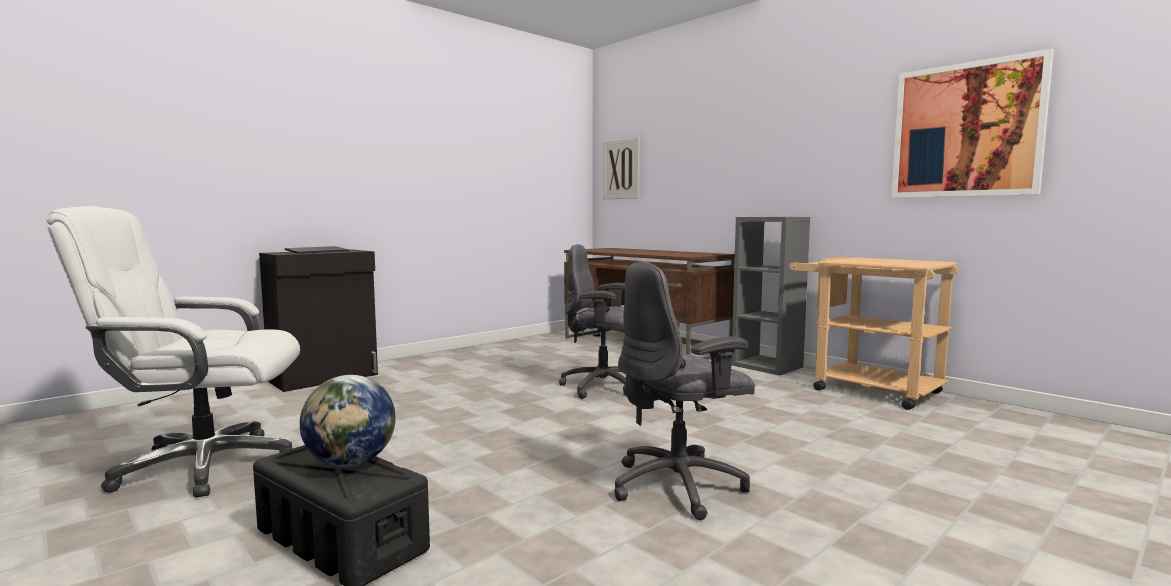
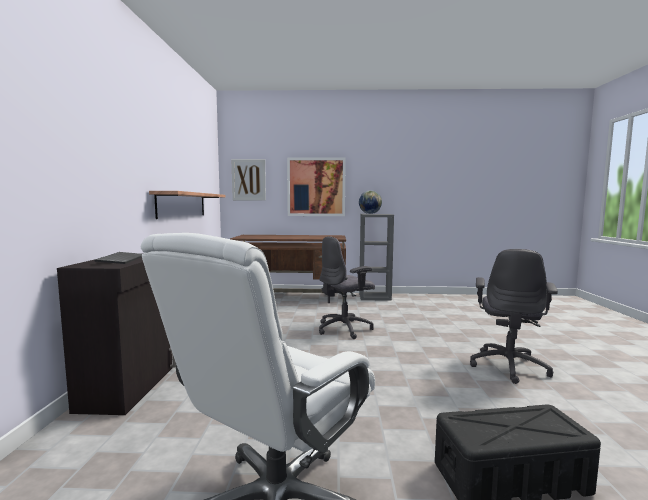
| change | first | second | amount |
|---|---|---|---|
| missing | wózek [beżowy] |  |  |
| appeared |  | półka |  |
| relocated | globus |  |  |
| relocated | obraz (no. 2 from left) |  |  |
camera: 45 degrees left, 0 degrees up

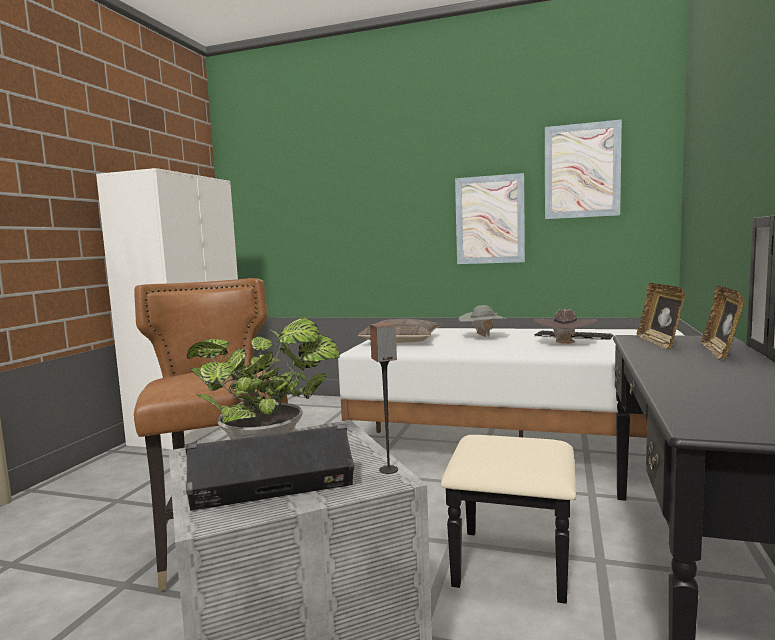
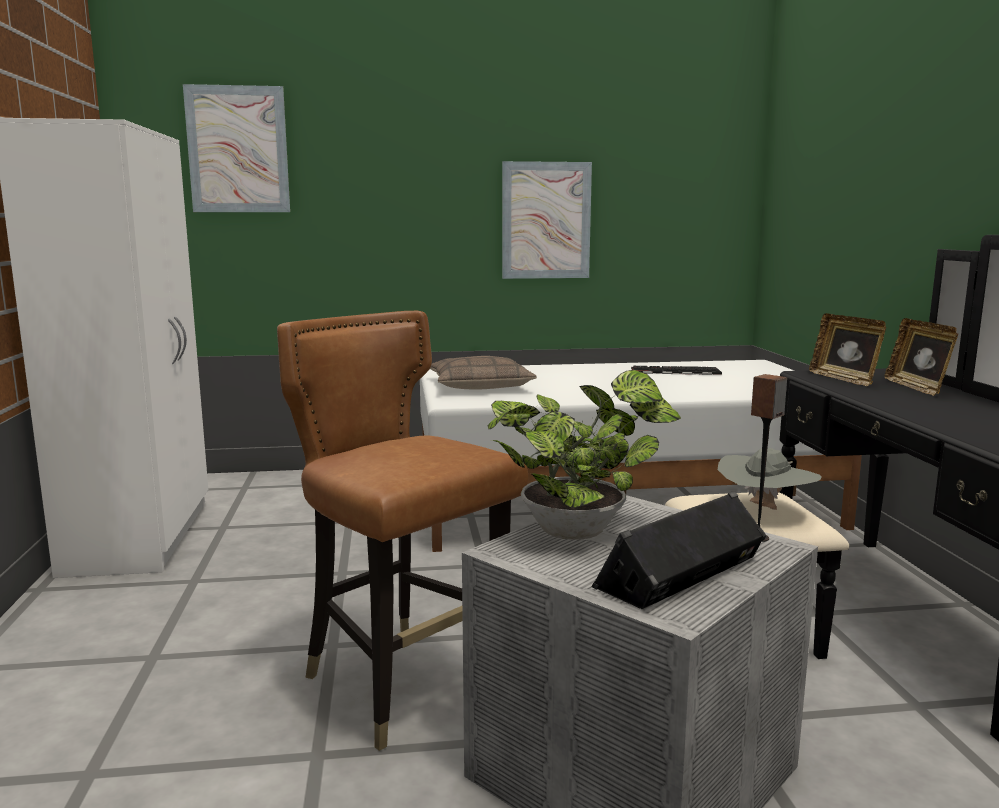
| change | first | second | amount |
|---|---|---|---|
| missing | kapelusz [brązowy] |  |  |
| relocated | kapelusz [szary] |  |  |
| relocated | obraz (no. 2 from left in the first image) | obraz (no. 1 from left) |  |
camera: 25 degrees left, 5 degrees up

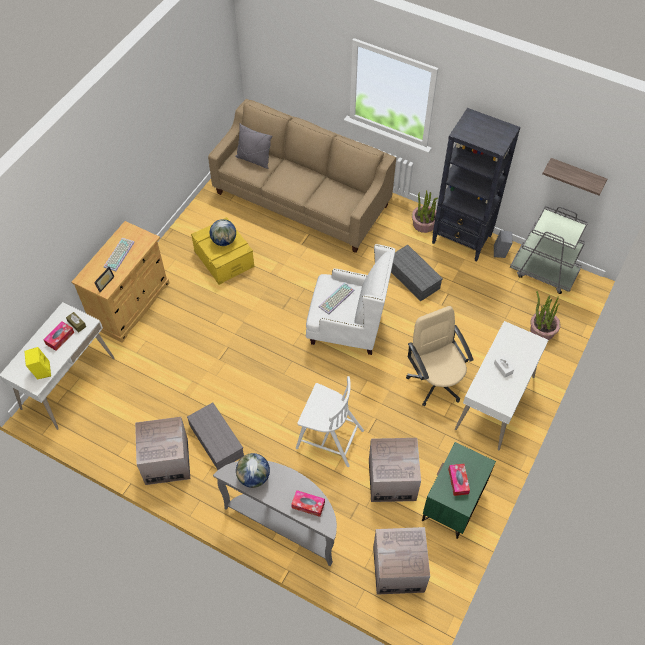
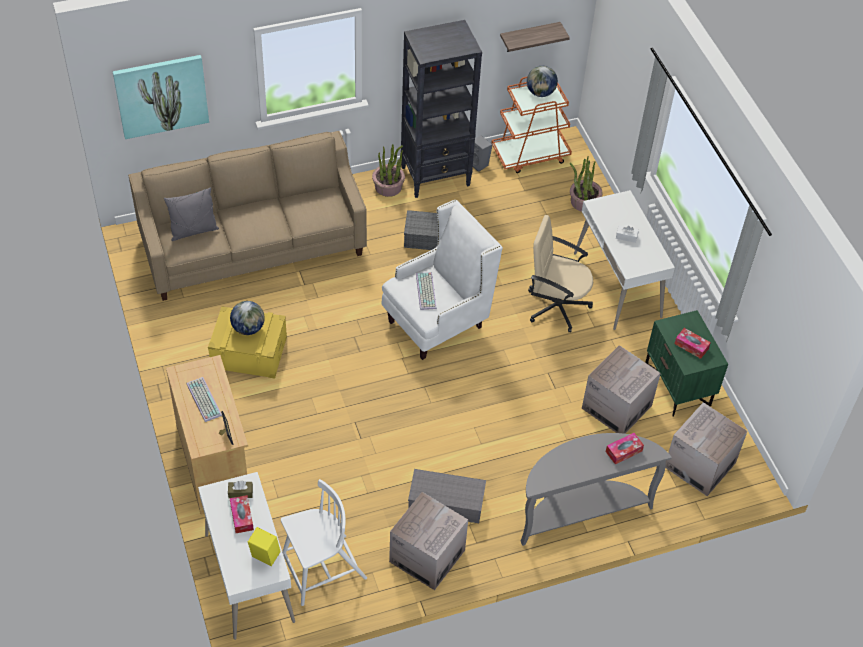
| change | first | second | amount |
|---|---|---|---|
| appeared |  | obraz |  |
| relocated | globus (no. 2 from left) |  |  |
| relocated | krzesło [biały] |  |  |
| colour | wózek [szary] | wózek [pomarańczowy] |  |
camera: 50 degrees left, 5 degrees down

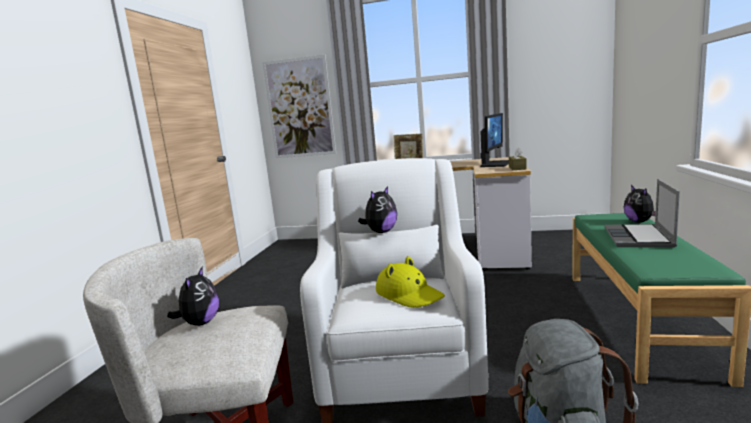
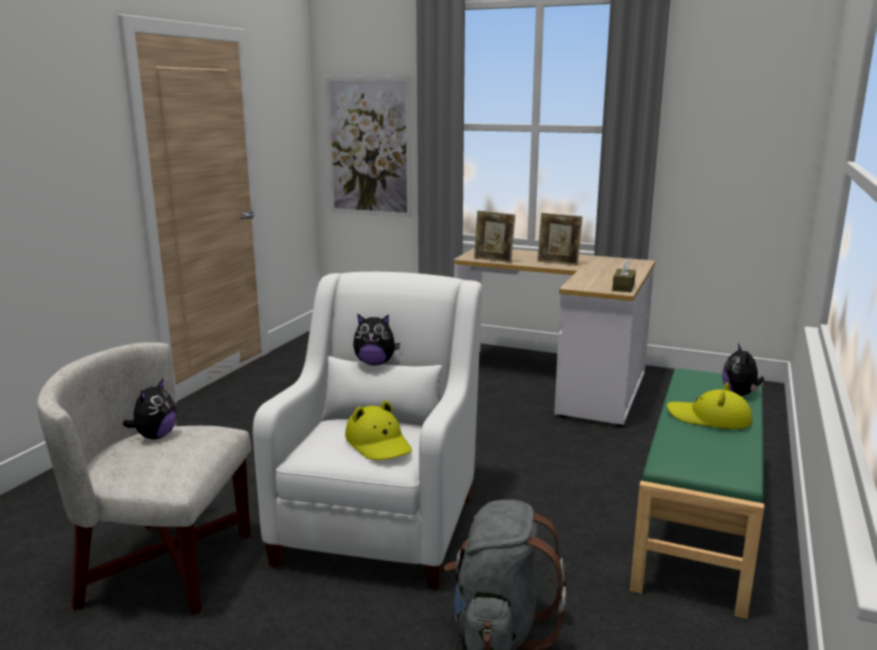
| change | first | second | amount |
|---|---|---|---|
| missing | monitor |  |  |
| appeared |  | ramka na zdjęcie (no. 2 from left) |  |
| exchanged | laptop | kapelusz [żółty] (no. 2 from left) |  |
| spun | pluszak (no. 2 from left) |  | 45 degrees clockwise |
camera: 10 degrees right, 5 degrees up

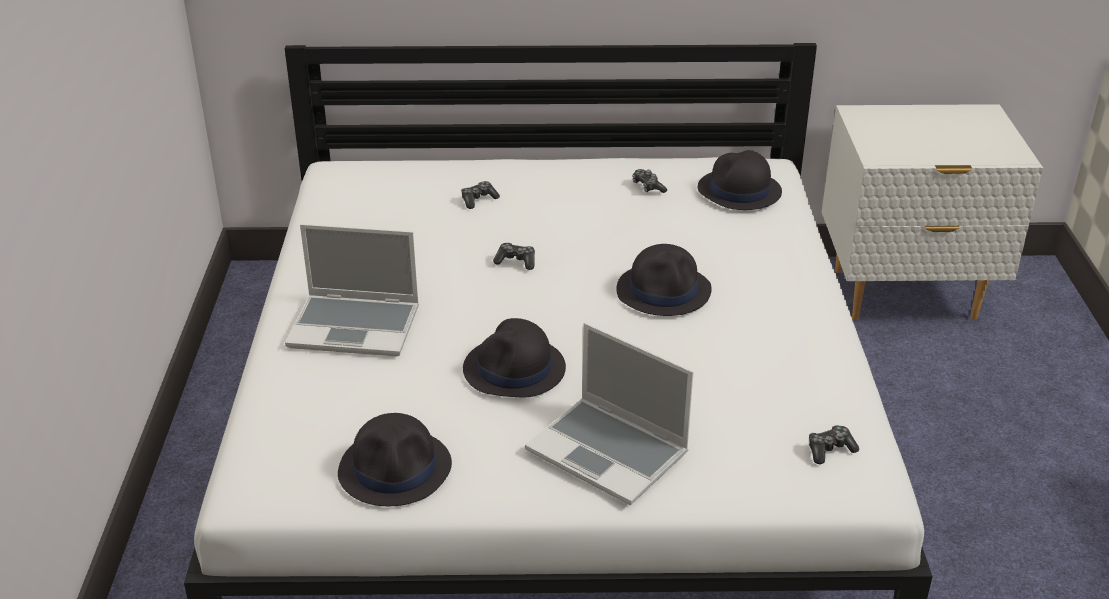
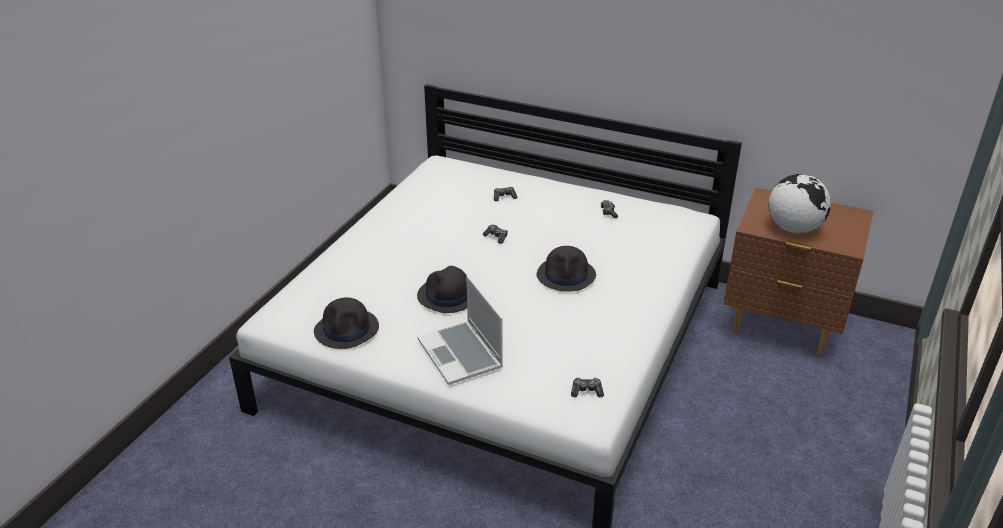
| change | first | second | amount |
|---|---|---|---|
| missing | laptop (no. 1 from left) |  |  |
| missing | kapelusz [czarny] (no. 4 from left) |  |  |
| appeared |  | globus |  |
| colour | szafka nocna [biały] | szafka nocna [brązowy] |  |
camera: 25 degrees right, 0 degrees up

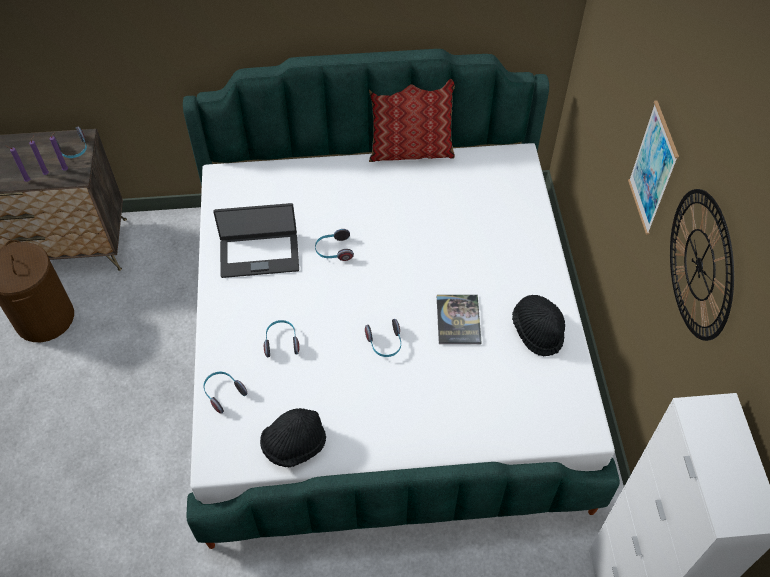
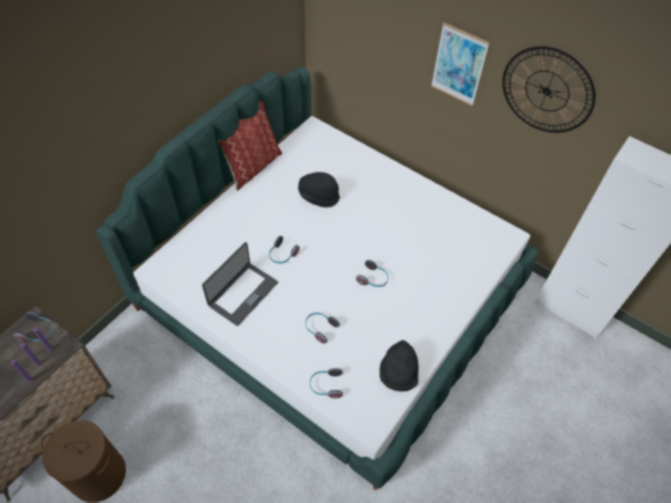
| change | first | second | amount |
|---|---|---|---|
| missing | książka |  |  |
| relocated | kapelusz [czarny] (no. 2 from left in the first image) | kapelusz [czarny] (no. 1 from left) |  |
camera: 50 degrees left, 0 degrees up

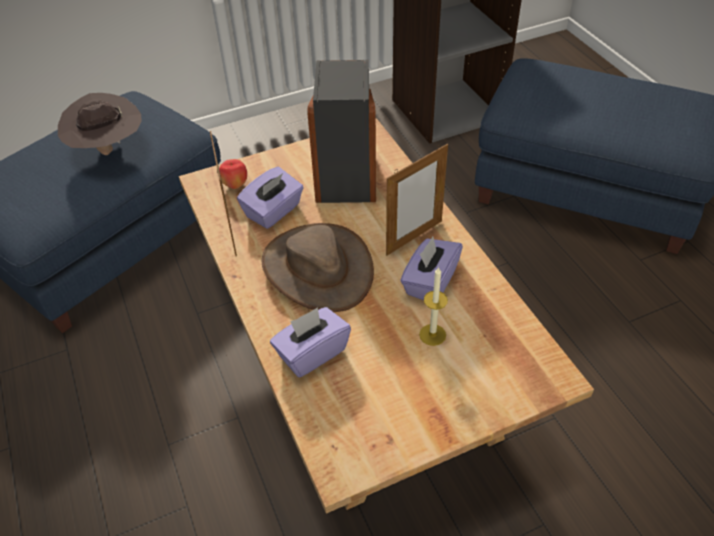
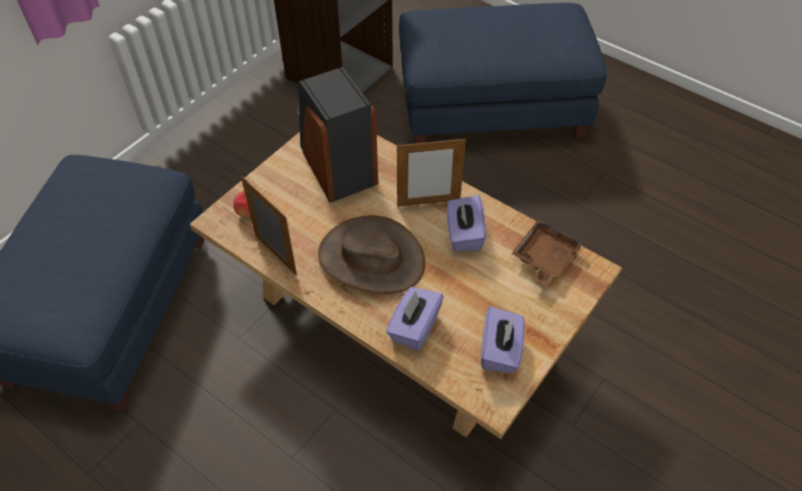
| change | first | second | amount |
|---|---|---|---|
| missing | kapelusz [brązowy] (no. 1 from left) |  |  |
| missing | świeca |  |  |
| appeared |  | taca [brązowy] |  |
| relocated | pudełko chusteczek [fioletowy] (no. 1 from left in the first image) | pudełko chusteczek [fioletowy] (no. 3 from left) |  |
| spun | ramka na zdjęcie (no. 2 from left) |  | 60 degrees clockwise |
camera: 30 degrees left, 5 degrees up

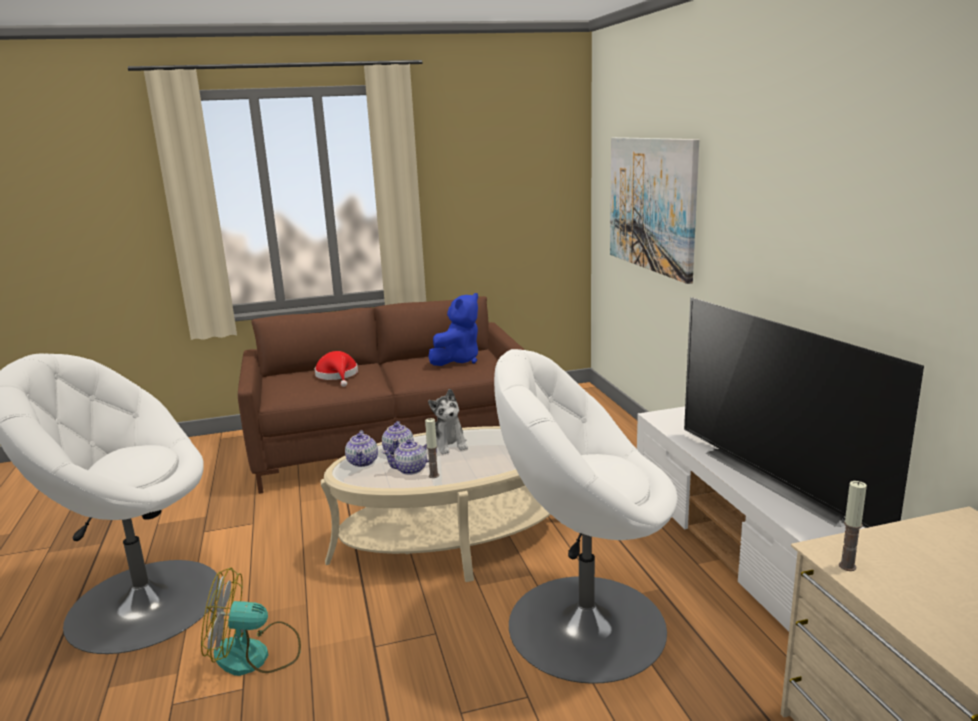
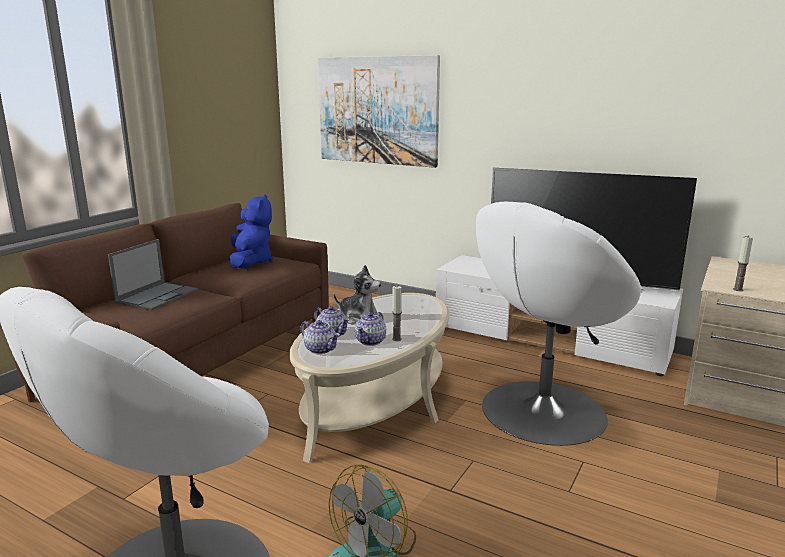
| change | first | second | amount |
|---|---|---|---|
| exchanged | kapelusz [czerwony] | laptop |  |
camera: 45 degrees left, 0 degrees up

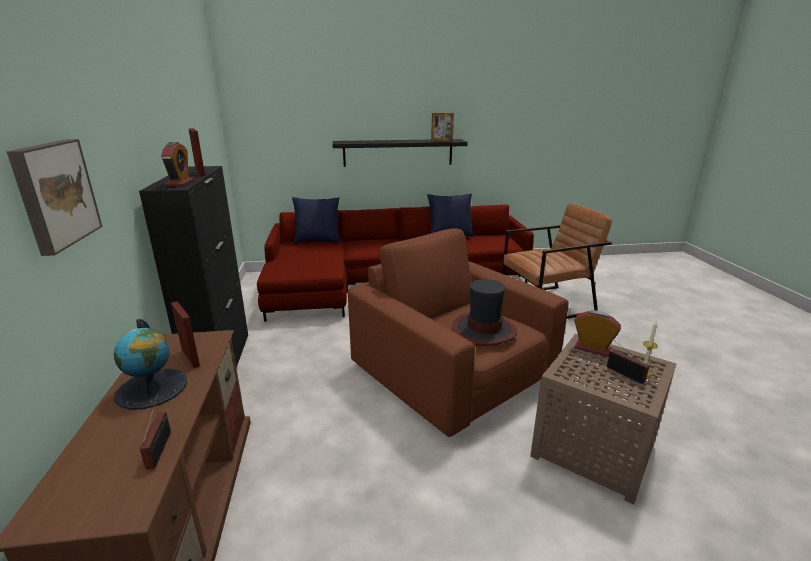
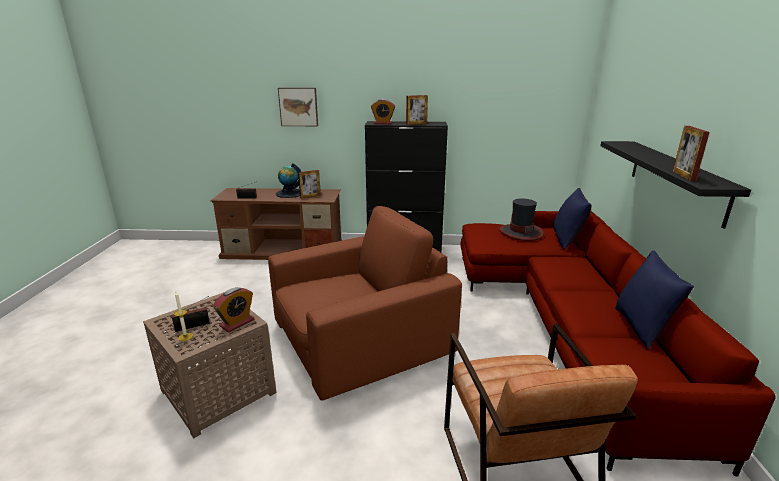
| change | first | second | amount |
|---|---|---|---|
| relocated | kapelusz |  |  |
camera: 100 degrees right, 0 degrees up

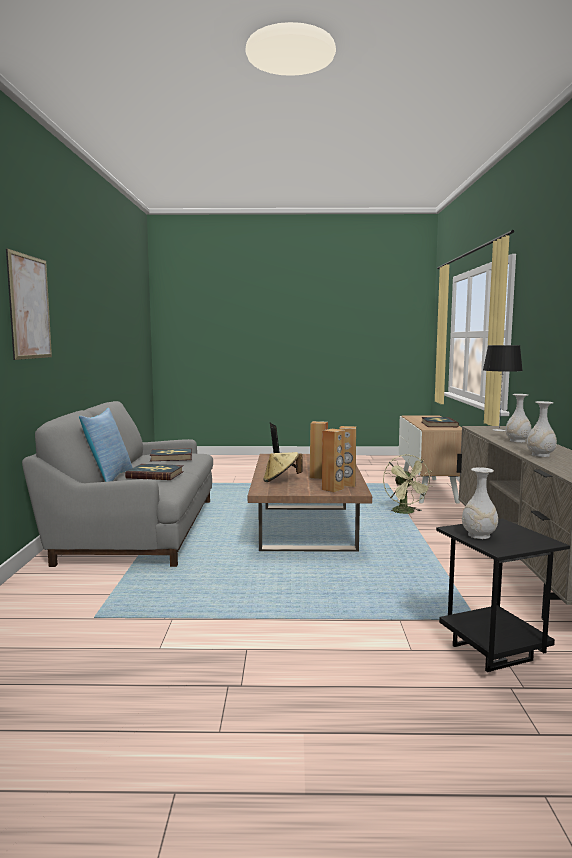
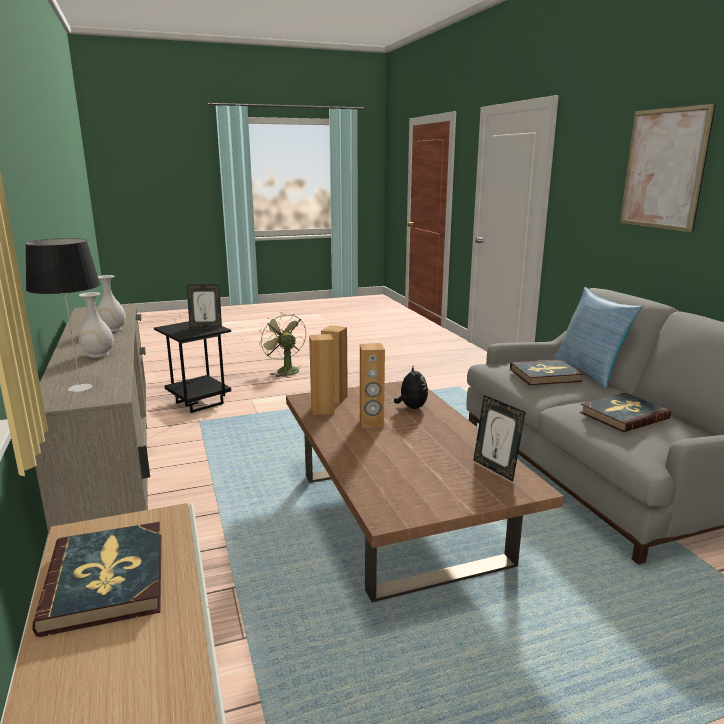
| change | first | second | amount |
|---|---|---|---|
| relocated | wentylator [zielony] |  |  |
| exchanged | kapelusz [beżowy] | pluszak |  |
| exchanged | wazon [biały] (no. 1 from left) | ramka na zdjęcie (no. 1 from left) |  |
camera: 160 degrees right, 10 degrees up

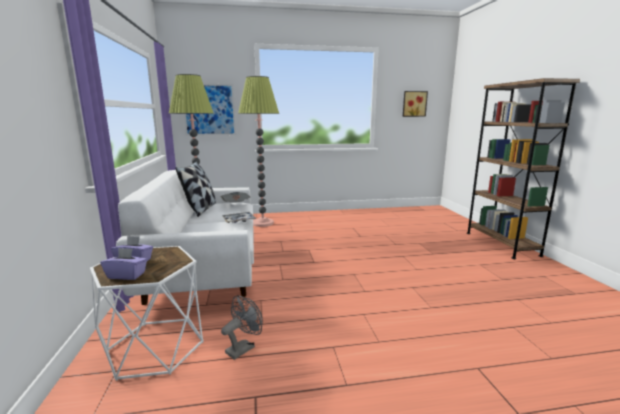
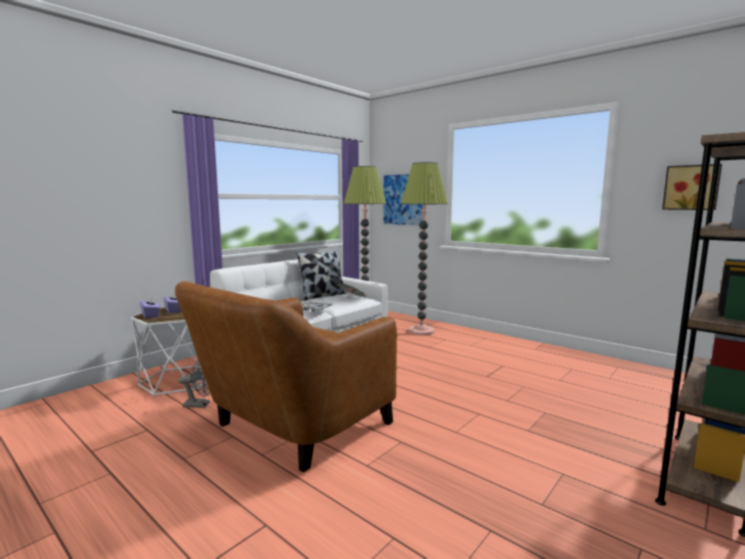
| change | first | second | amount |
|---|---|---|---|
| appeared |  | fotel [brązowy] |  |
camera: 50 degrees right, 5 degrees down

